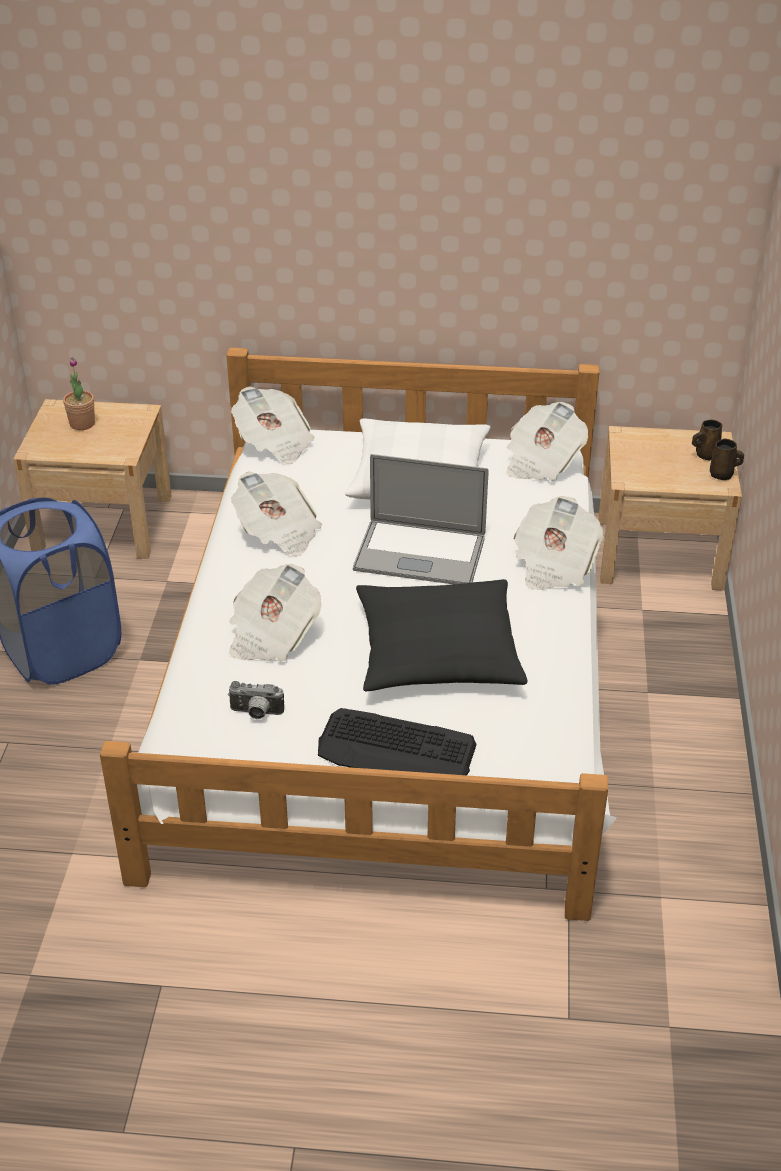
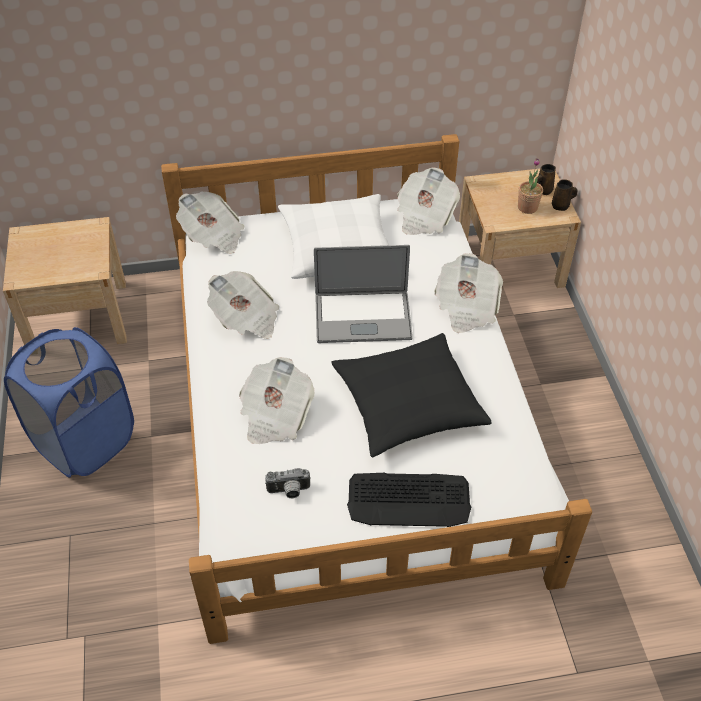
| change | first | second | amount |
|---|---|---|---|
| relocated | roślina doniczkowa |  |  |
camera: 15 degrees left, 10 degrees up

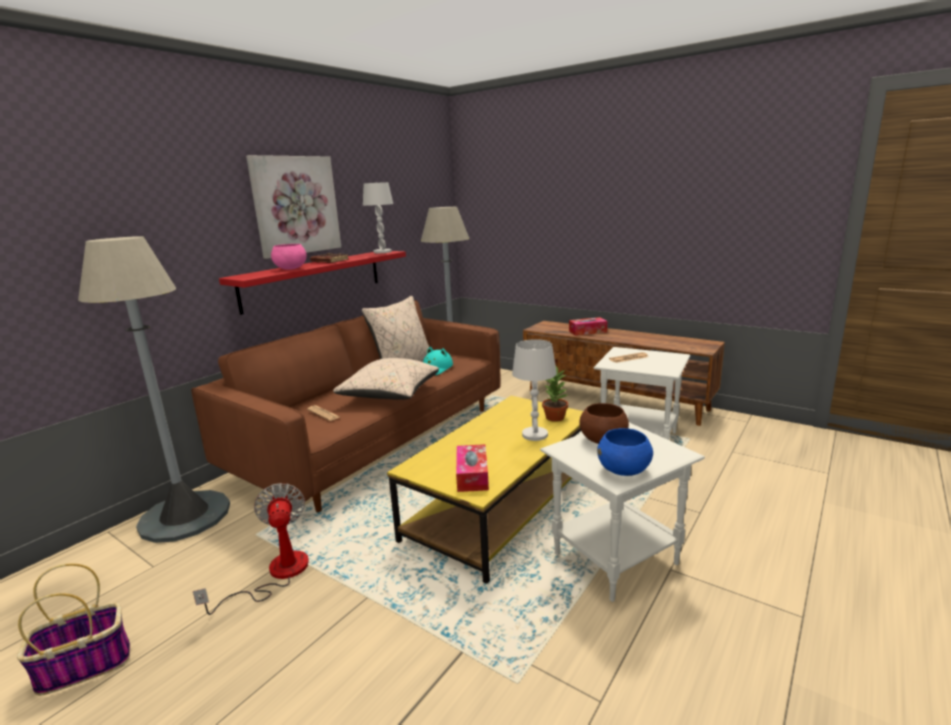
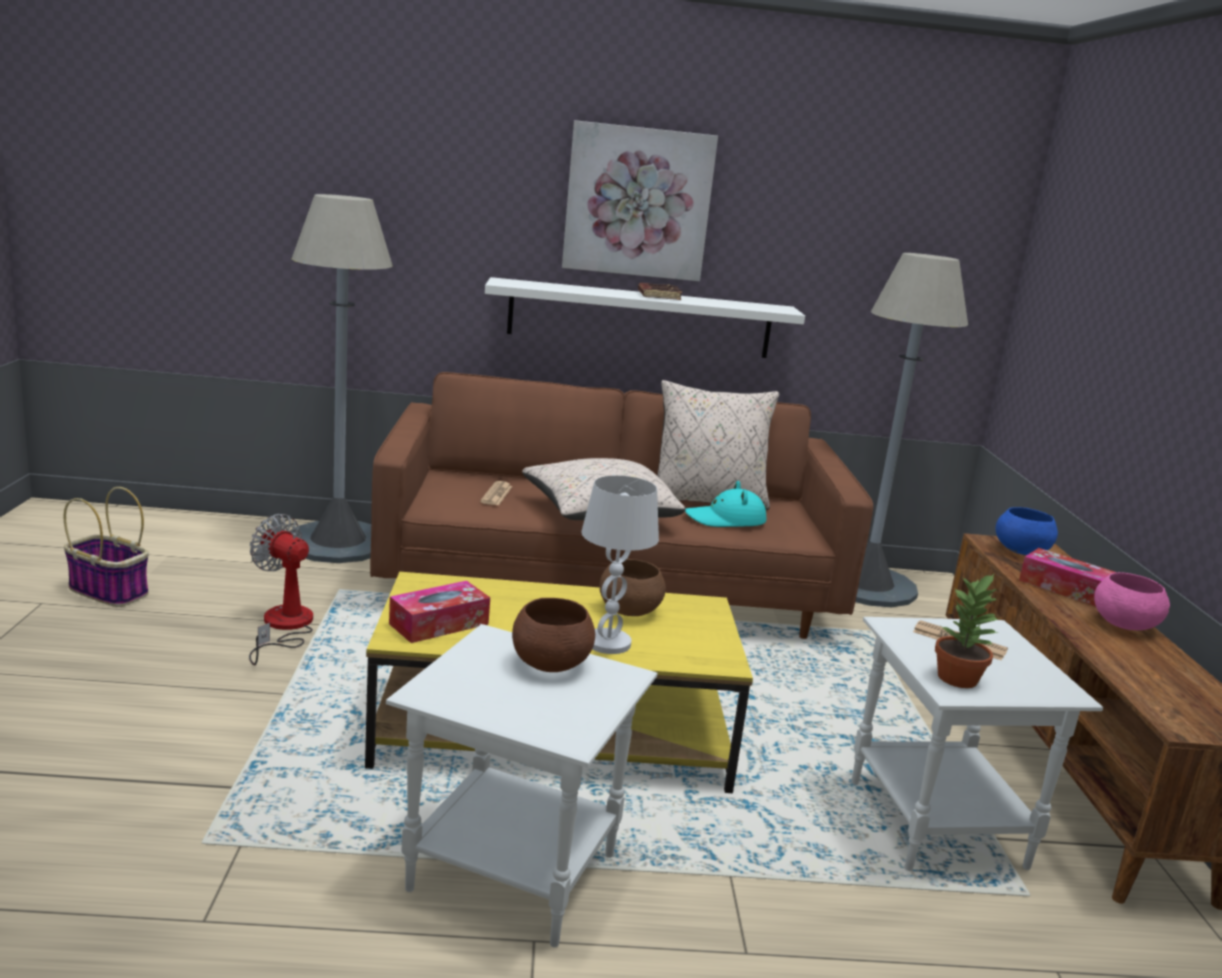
| change | first | second | amount |
|---|---|---|---|
| missing | lampa stołowa [biały] (no. 1 from left) |  |  |
| appeared |  | miska [brązowy] (no. 2 from left) |  |
| relocated | miska [różowy] |  |  |
| relocated | roślina doniczkowa |  |  |
| relocated | miska [niebieski] |  |  |
| colour | półka [czerwony] | półka [biały] |  |
| spun | wentylator |  | 90 degrees counterclockwise |
camera: 50 degrees right, 0 degrees up

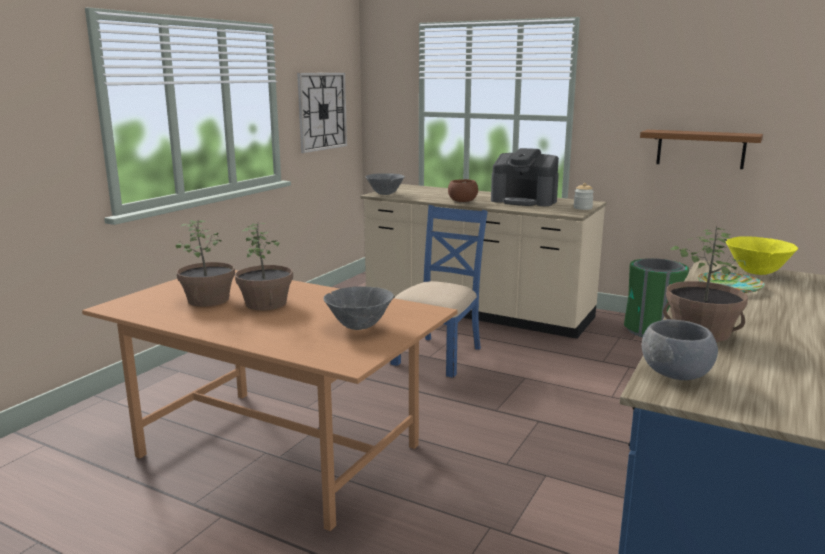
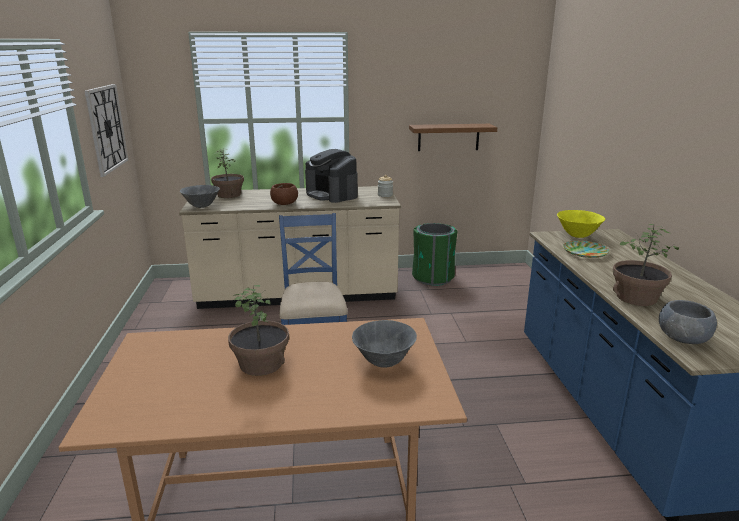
| change | first | second | amount |
|---|---|---|---|
| relocated | roślina doniczkowa (no. 1 from left) |  |  |
| spun | ekspres do kawy |  | 60 degrees clockwise |
camera: 35 degrees left, 5 degrees up

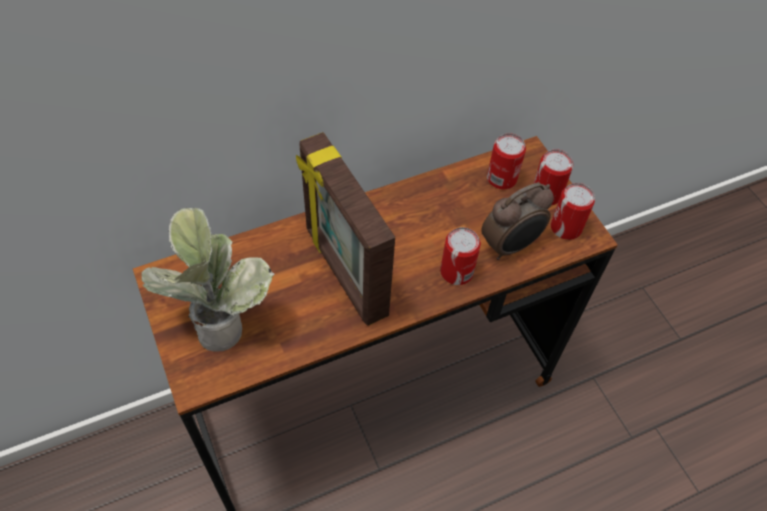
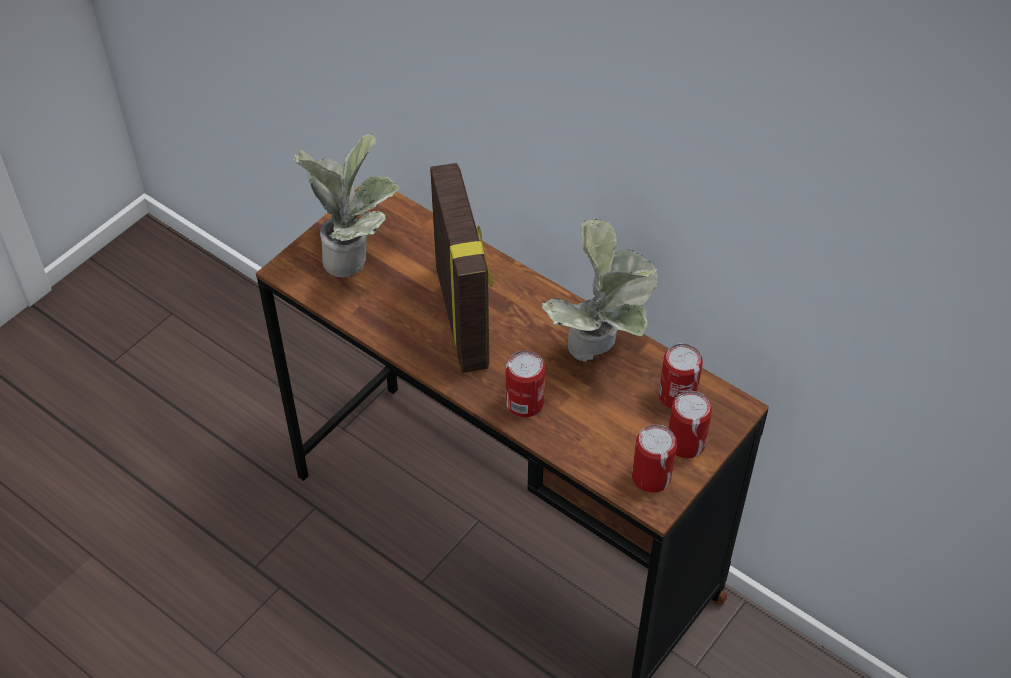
| change | first | second | amount |
|---|---|---|---|
| missing | budzik |  |  |
| appeared |  | roślina doniczkowa (no. 2 from left) |  |
| spun | ramka na zdjęcie |  | 135 degrees clockwise |
camera: 65 degrees right, 5 degrees down

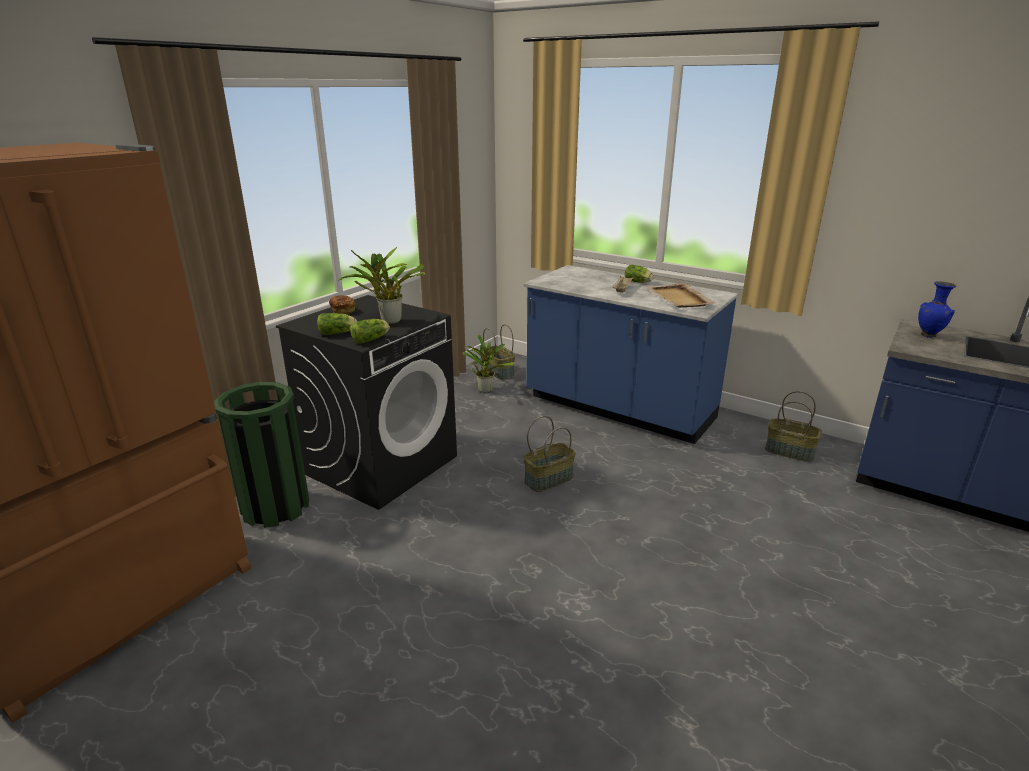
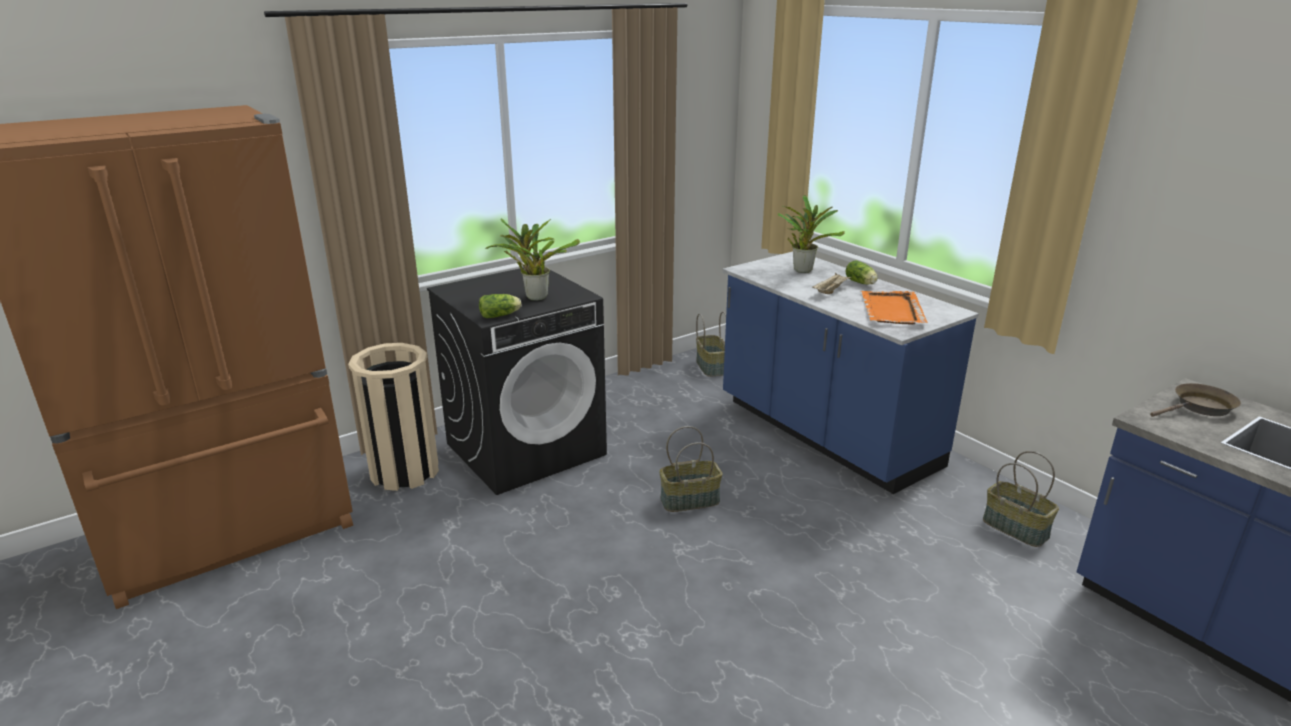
| change | first | second | amount |
|---|---|---|---|
| missing | sałata (no. 1 from left) |  |  |
| missing | chleb |  |  |
| relocated | roślina doniczkowa (no. 2 from left) |  |  |
| exchanged | wazon [niebieski] | patelnia [brązowy] |  |
| colour | kosz na śmieci [zielony] | kosz na śmieci [beżowy] |  |
| colour | taca [beżowy] (no. 2 from left) | taca [pomarańczowy] |  |
camera: 20 degrees right, 0 degrees up

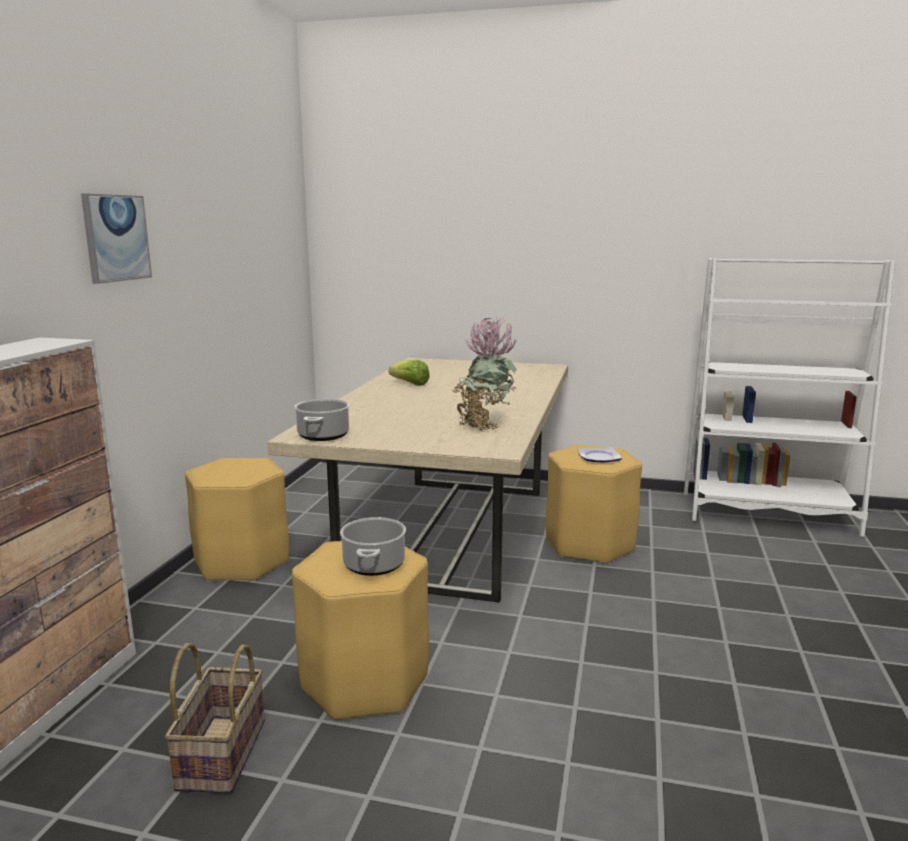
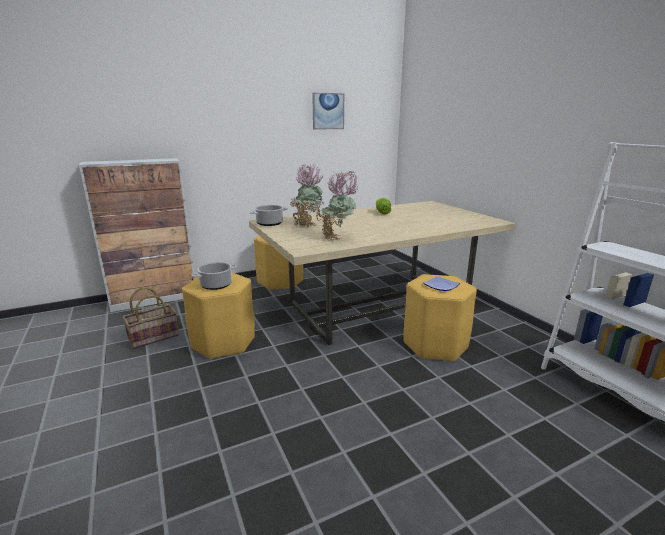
| change | first | second | amount |
|---|---|---|---|
| appeared |  | roślina doniczkowa (no. 1 from left) |  |
| relocated | obraz |  |  |
camera: 50 degrees right, 5 degrees up

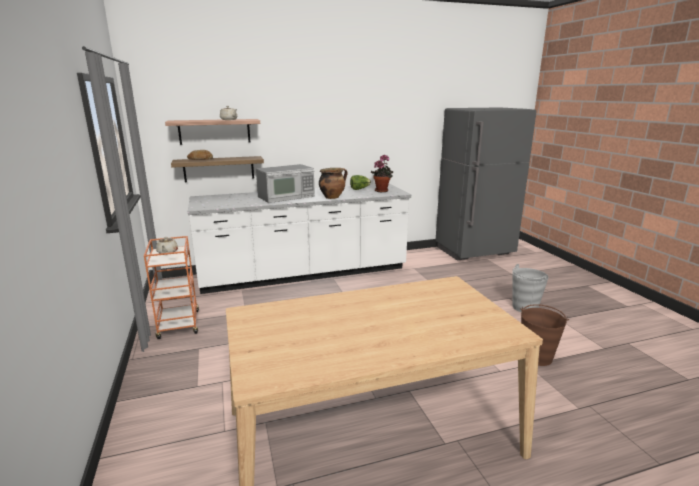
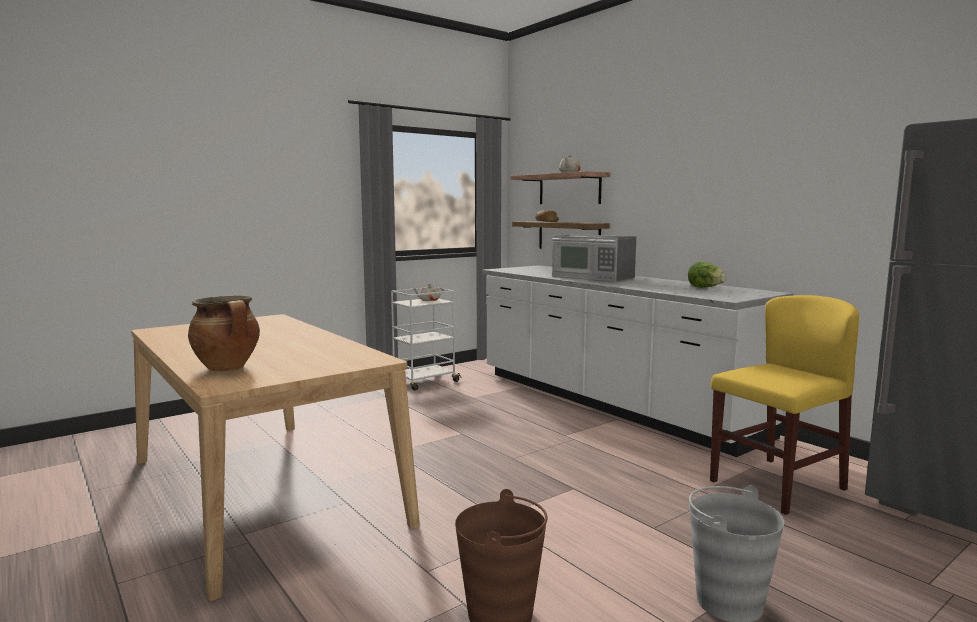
| change | first | second | amount |
|---|---|---|---|
| missing | roślina doniczkowa |  |  |
| appeared |  | krzesło [żółty] |  |
| relocated | garnek |  |  |
| colour | wózek [pomarańczowy] | wózek [biały] |  |
camera: 70 degrees right, 10 degrees down

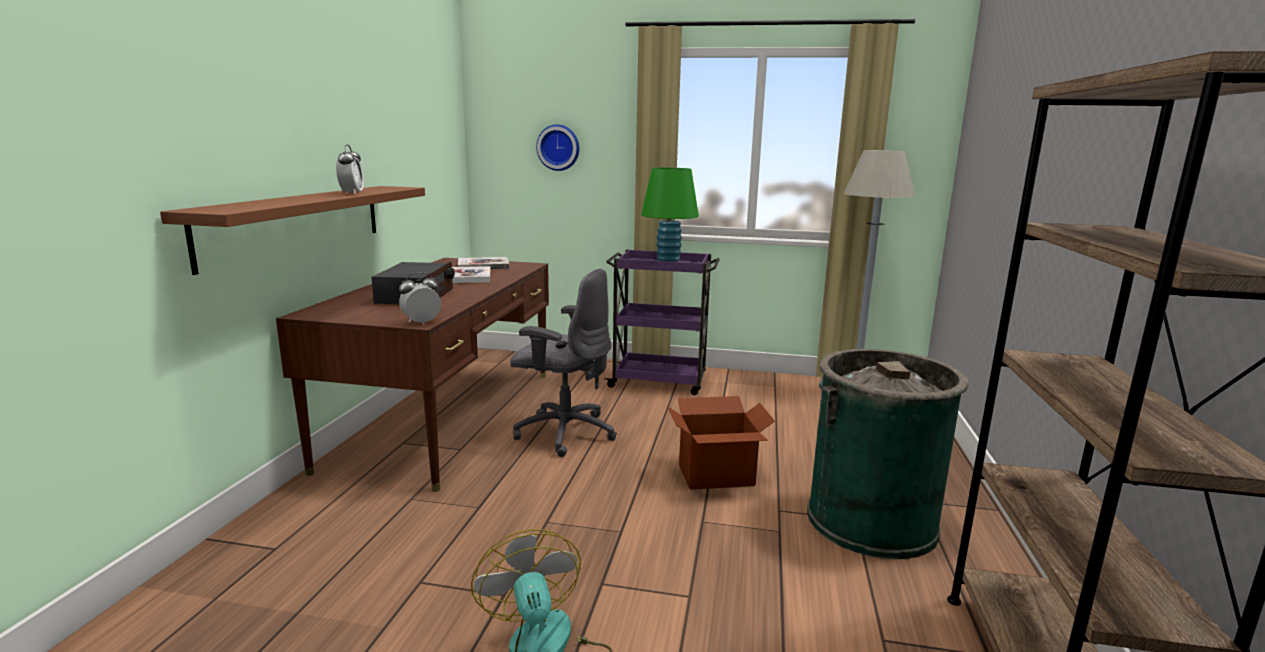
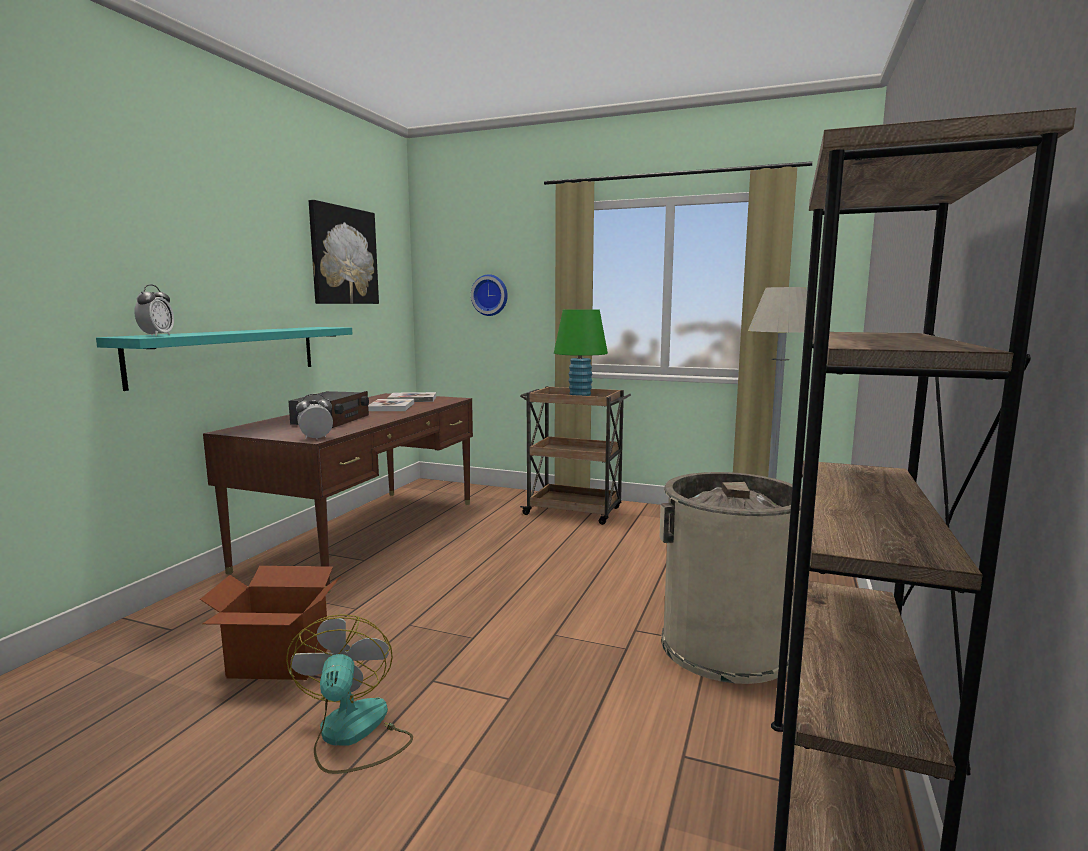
| change | first | second | amount |
|---|---|---|---|
| missing | krzesło biurowe [szary] |  |  |
| appeared |  | obraz |  |
| relocated | budzik (no. 1 from left) |  |  |
| relocated | karton |  |  |
| colour | półka [brązowy] | półka [turkusowy] |  |
| colour | wózek [fioletowy] | wózek [brązowy] |  |
| colour | kosz na śmieci [zielony] | kosz na śmieci [beżowy] |  |
camera: 10 degrees right, 5 degrees down

